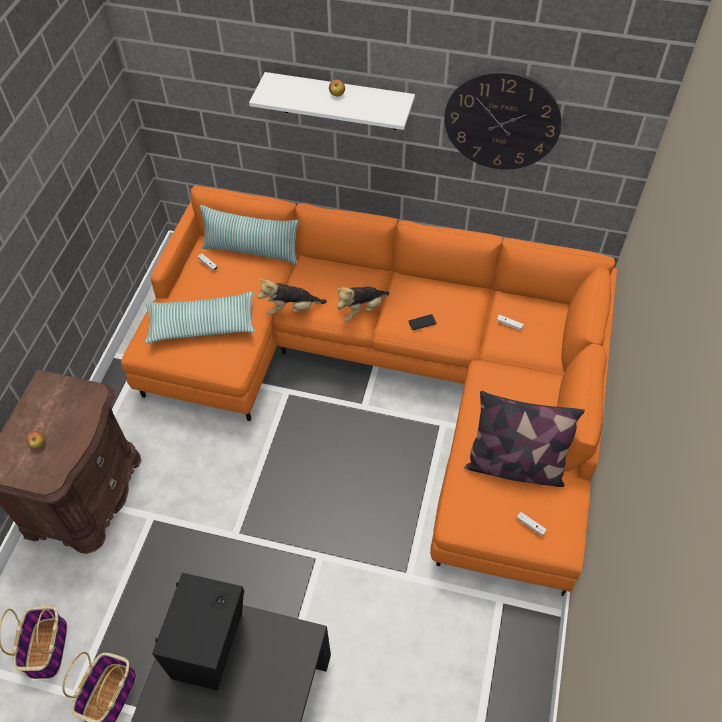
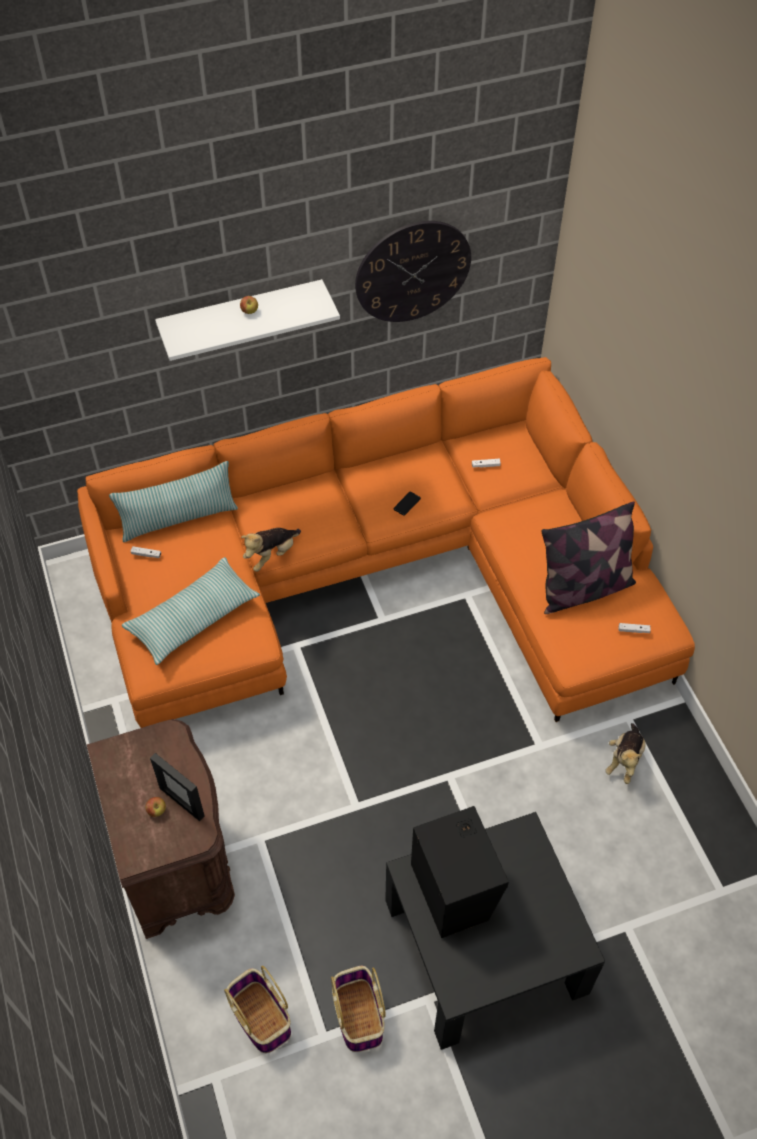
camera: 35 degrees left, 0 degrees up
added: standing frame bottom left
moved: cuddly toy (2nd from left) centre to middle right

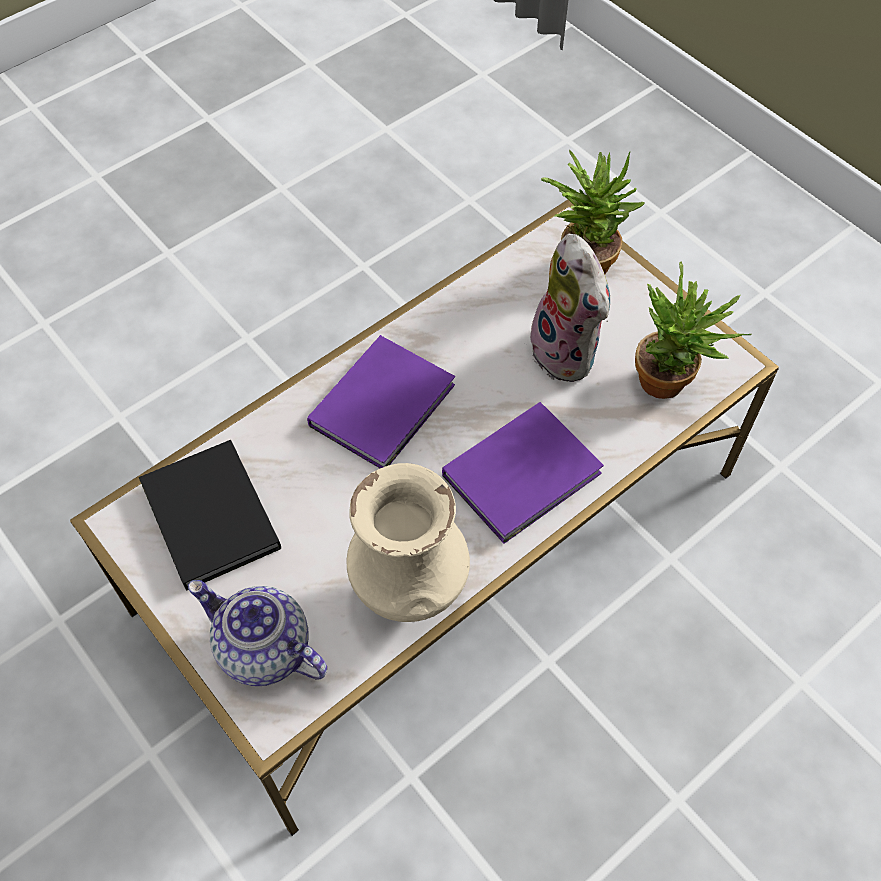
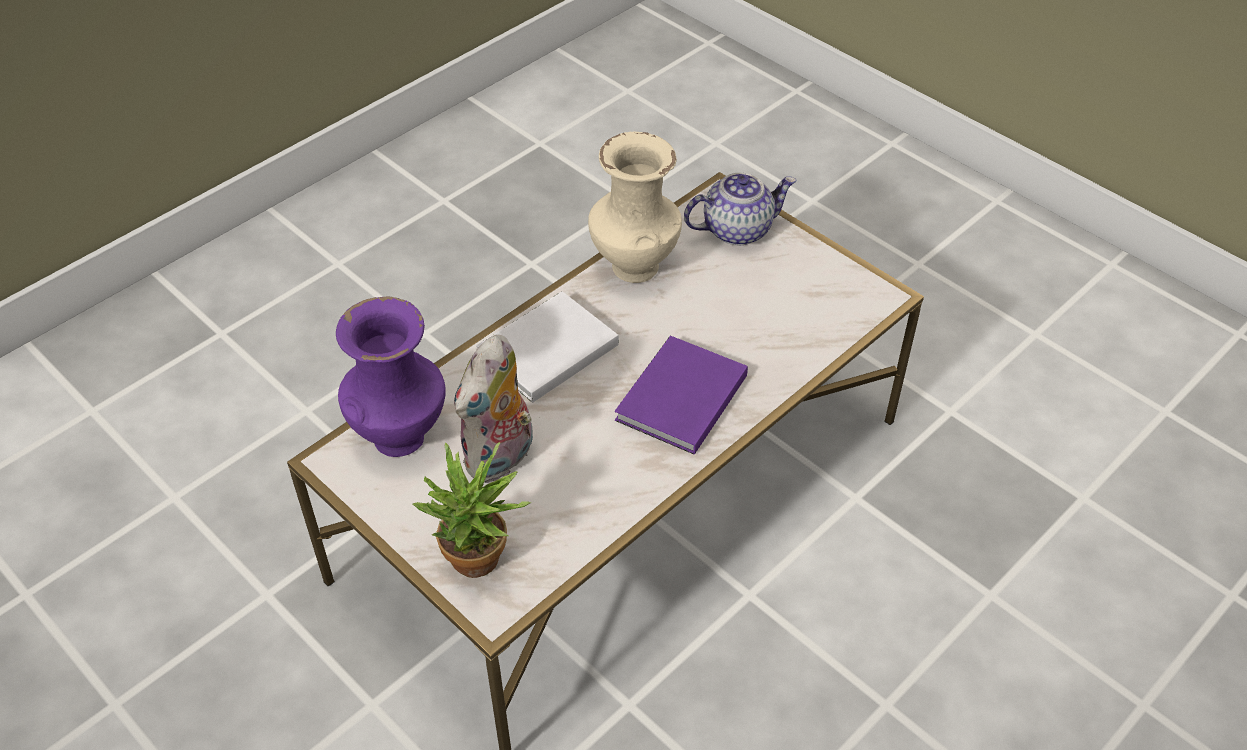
camera: 175 degrees right, 10 degrees down
removed: blackish volume middle left
replaced: plant in a pot (2nd from left) middle right to purple-coloured vase middle left
recoloured: purple-coloured volume (2nd from left) centre to white-coloured volume centre
turned: pot for tea bottom left = top centre 45 degrees counterclockwise; cuddly toy centre = centre 120 degrees counterclockwise

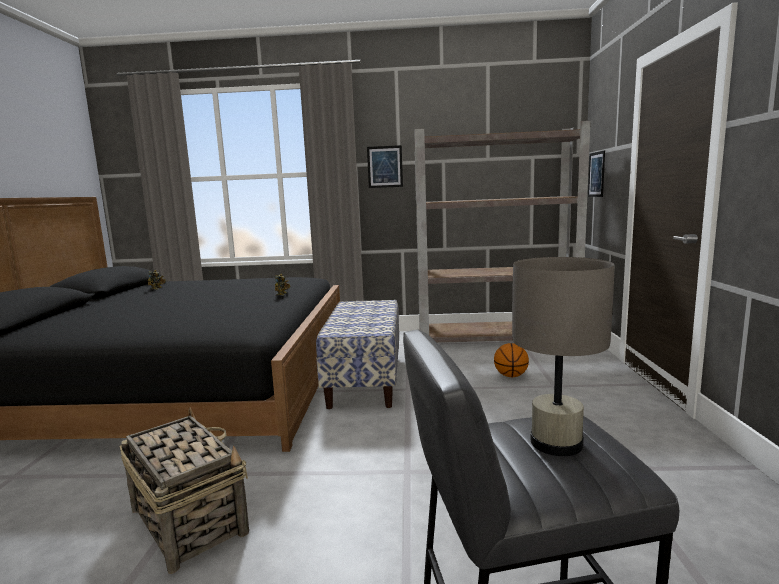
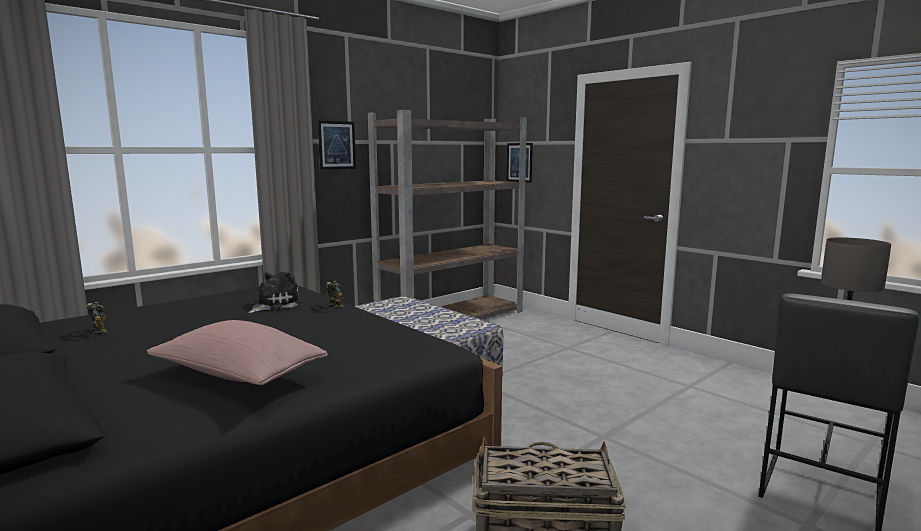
camera: 45 degrees left, 0 degrees up
removed: basketball centre
added: pinkish cushion middle left; cuddly toy middle left

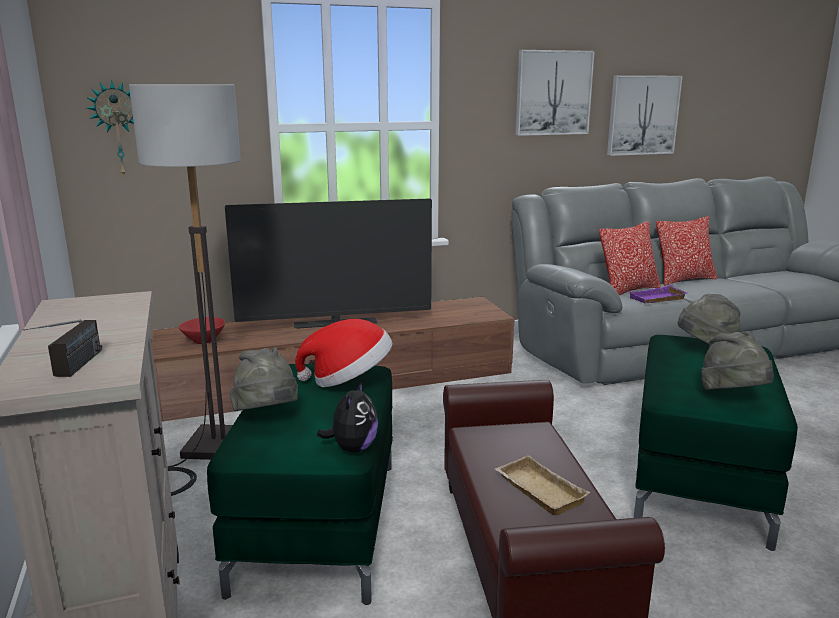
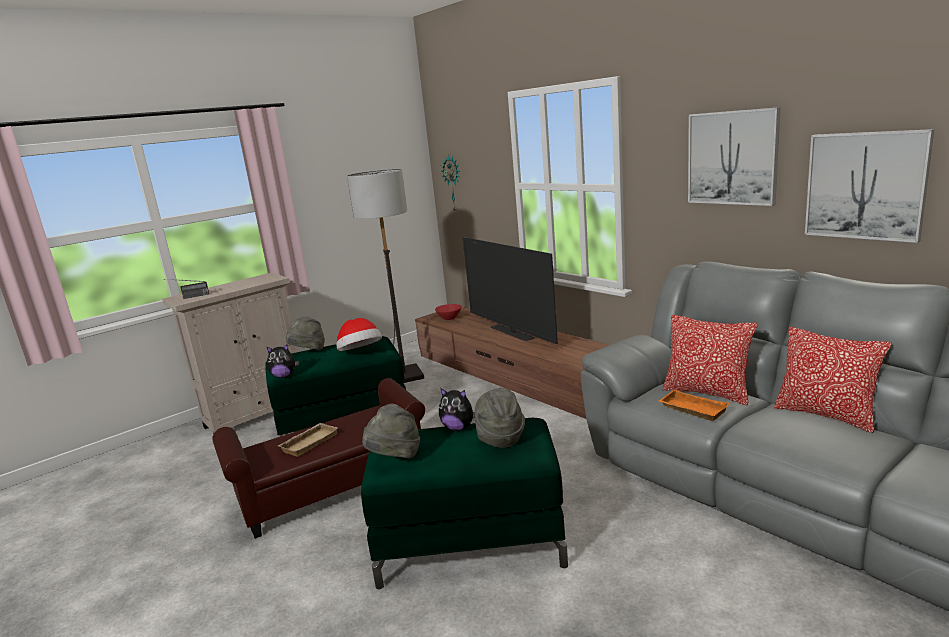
camera: 70 degrees right, 0 degrees up
added: cuddly toy (2nd from left) centre
recoloured: purple-coloured serving tray middle right to orange-coloured serving tray middle right

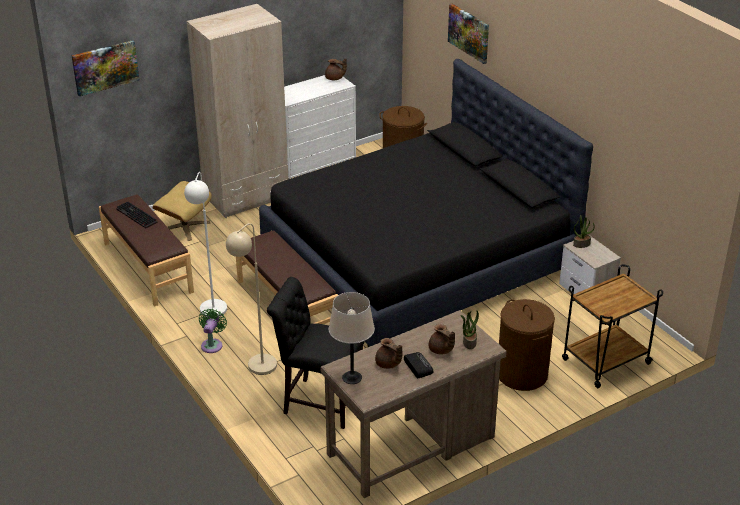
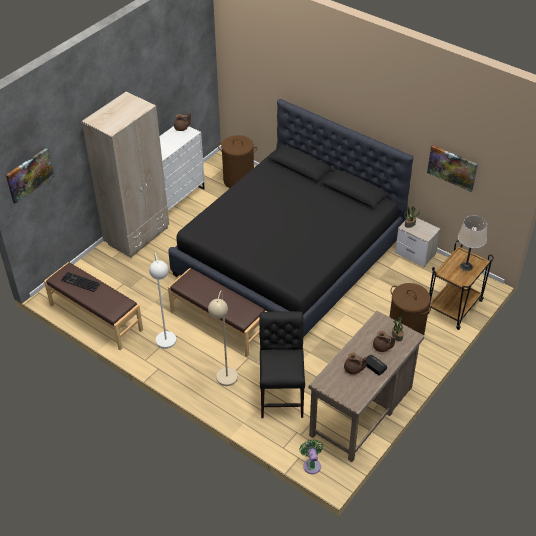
camera: 20 degrees left, 10 degrees up
removed: beige-coloured ottoman middle left
moved: greenish cooling fan middle left to bottom centre; beige-coloured table lamp bottom centre to middle right; wall art (2nd from left) top centre to top right
turned: blackish chair bottom centre = bottom centre 90 degrees clockwise

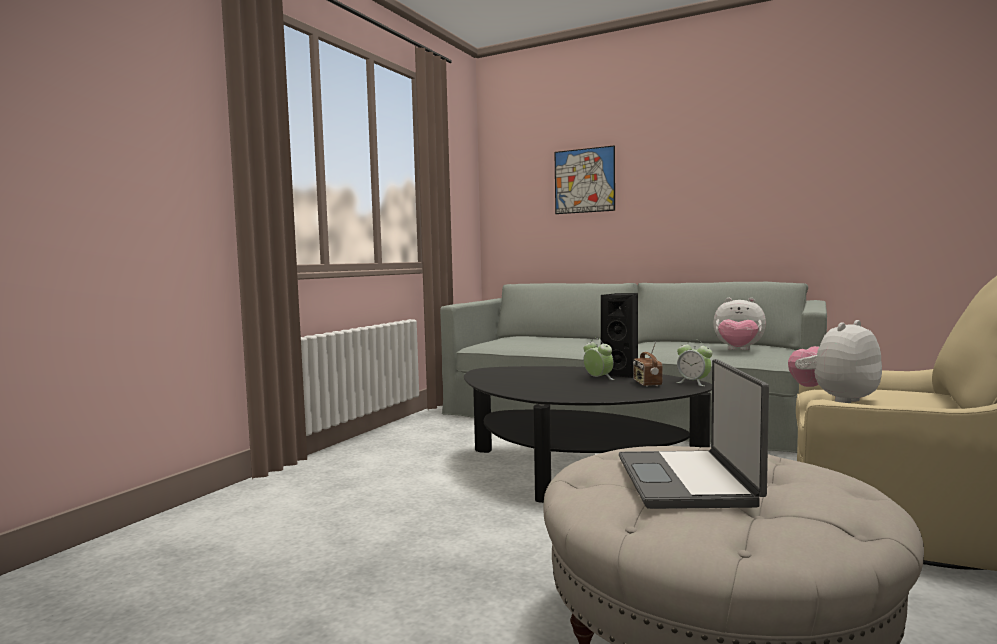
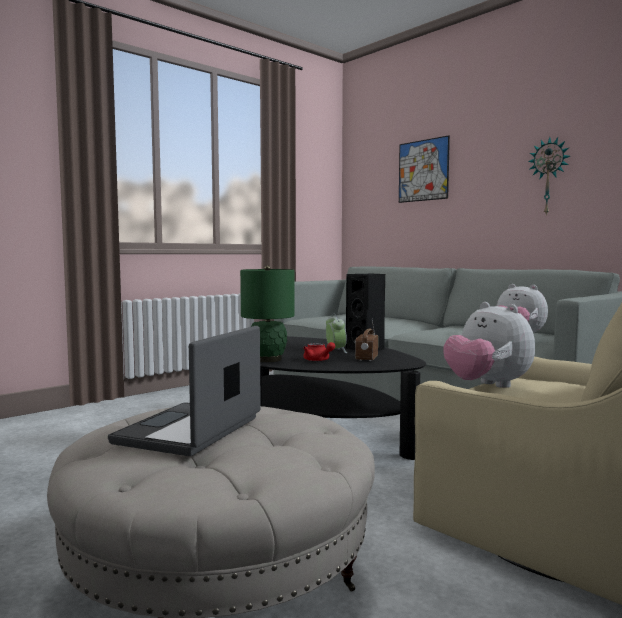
camera: 20 degrees right, 0 degrees up
removed: bedside clock (2nd from left) middle right
added: greenish table lamp centre; red-coloured pot for tea centre; wall clock top right
turned: cuddly toy (2nd from left in the first image) middle right = middle right 105 degrees counterclockwise

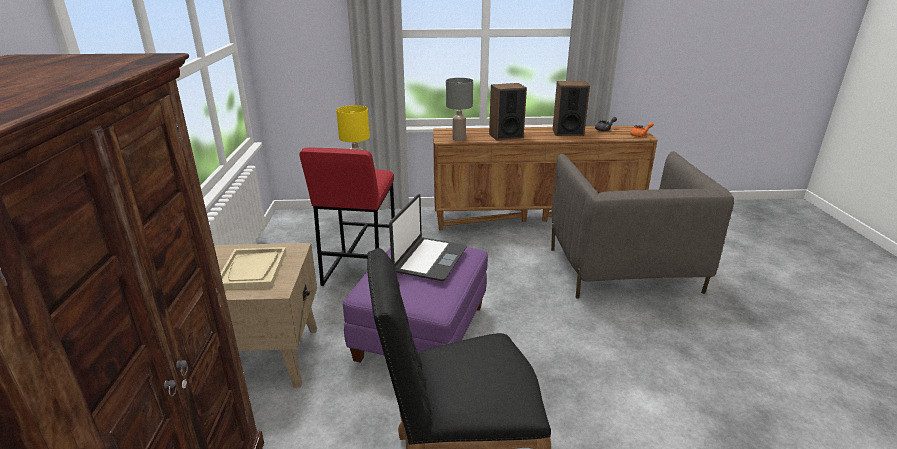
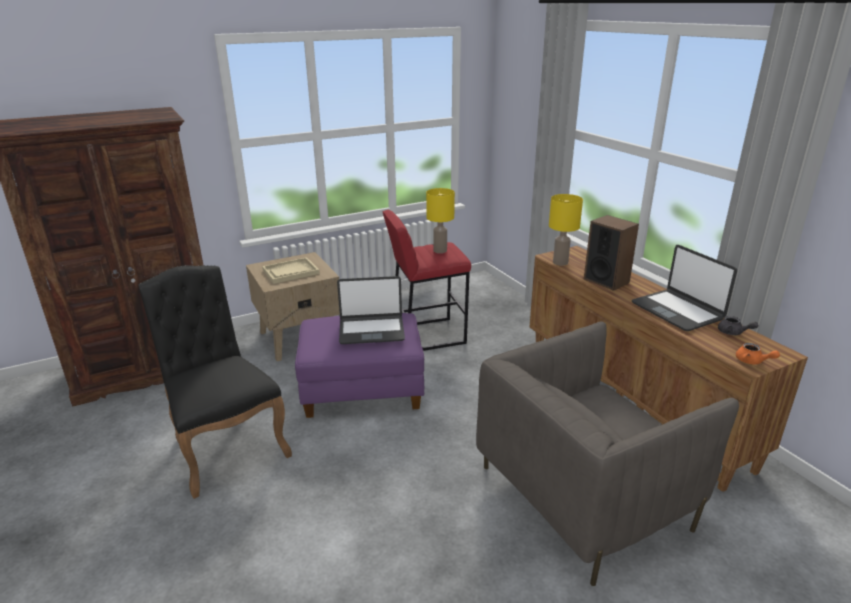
camera: 65 degrees right, 0 degrees up
replaced: speaker (2nd from left) top centre to laptop (2nd from left) middle right
recoloured: greyish table lamp top centre to yellow-coloured table lamp (2nd from left) centre

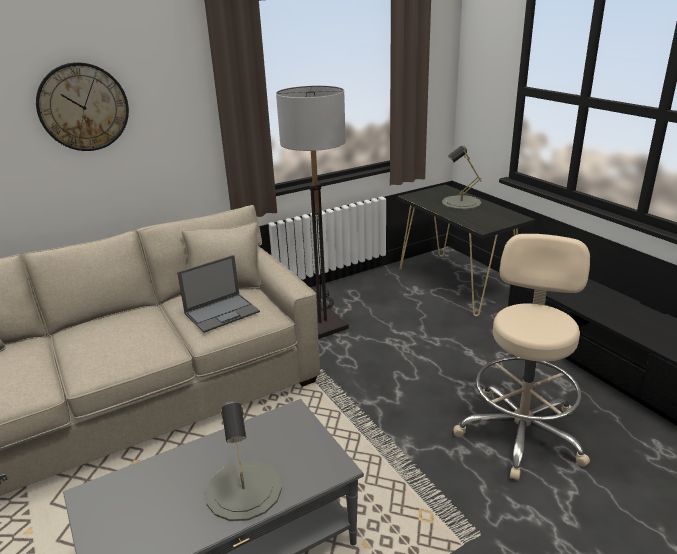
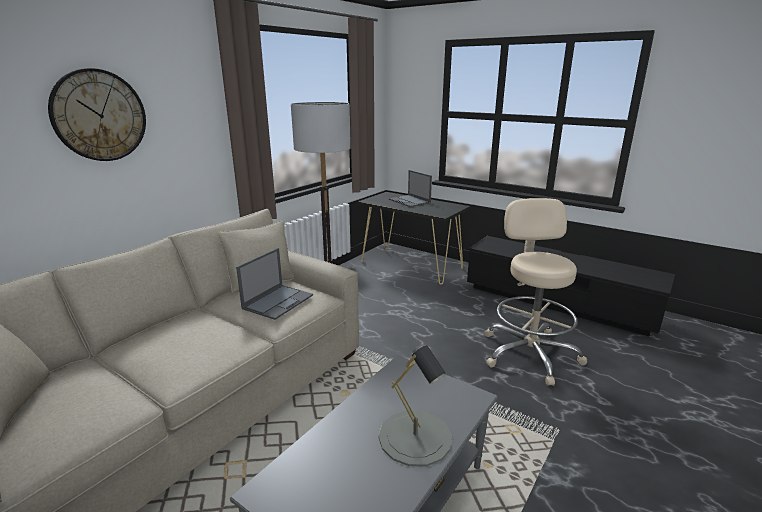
camera: 25 degrees left, 5 degrees down
replaced: greyish table lamp (2nd from left) top right to laptop (2nd from left) centre

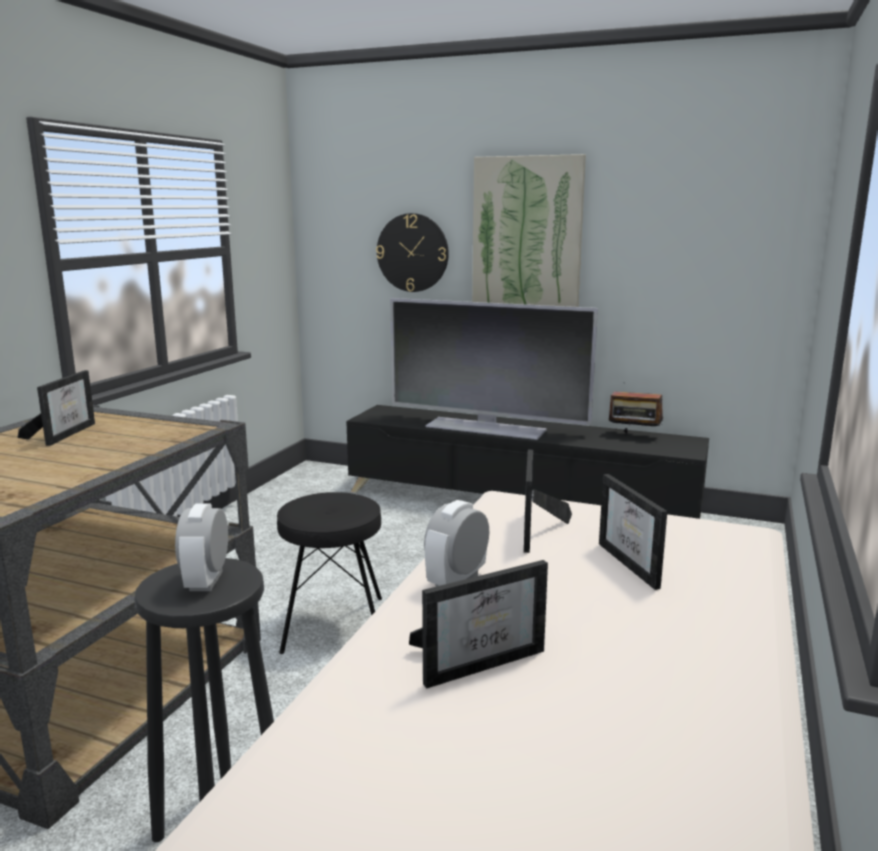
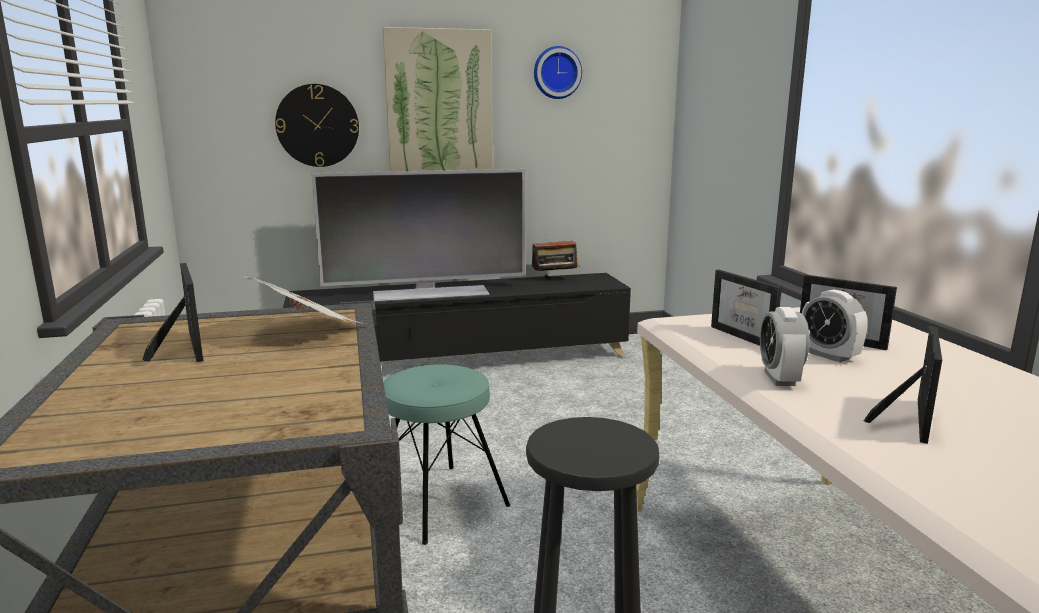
camera: 35 degrees left, 0 degrees up
added: printed paper middle left; wall clock (2nd from left) top centre
moved: bedside clock (1st from left in the first image) middle left to bedside clock (2nd from left) middle right
recoloured: blackish sitting stool (2nd from left) bottom centre to turquoise sitting stool bottom centre

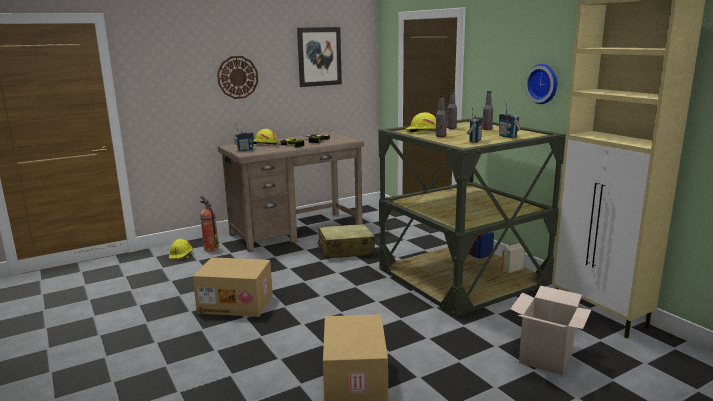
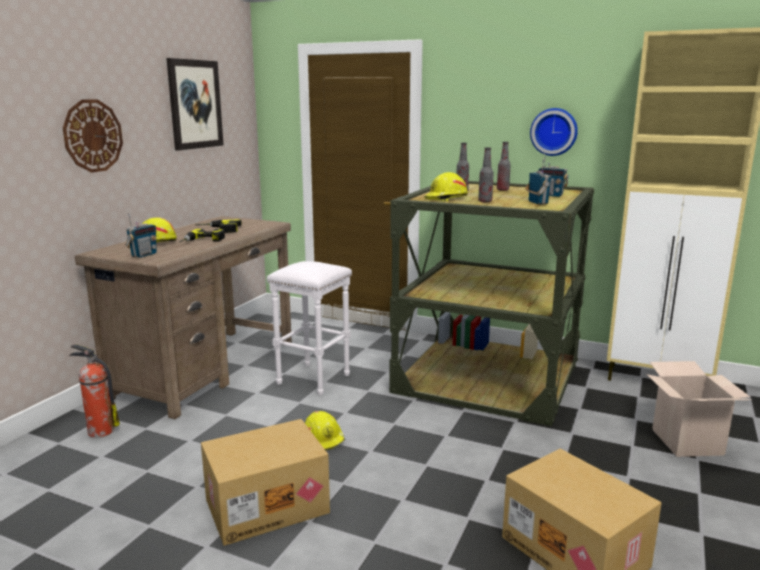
camera: 35 degrees left, 0 degrees up
moved: yellow-coloured safety helmet (1st from left in the first image) middle left to yellow-coloured safety helmet (2nd from left) bottom centre
replaced: beige-coloured travel case centre to white-coloured sitting stool centre

